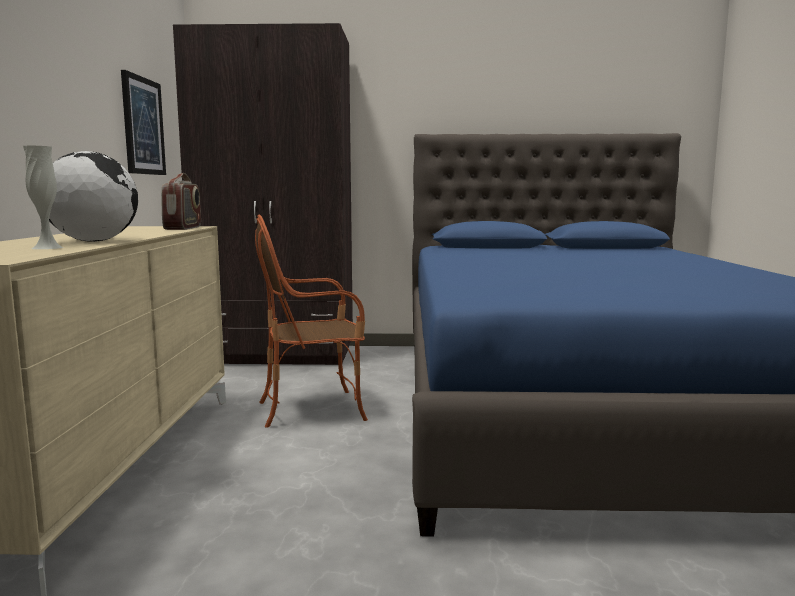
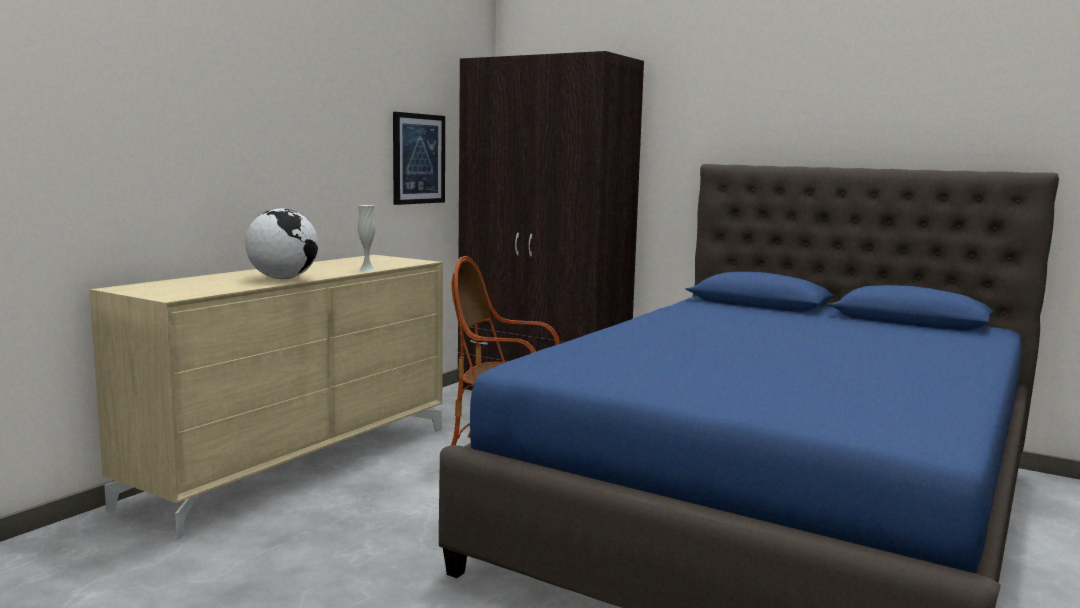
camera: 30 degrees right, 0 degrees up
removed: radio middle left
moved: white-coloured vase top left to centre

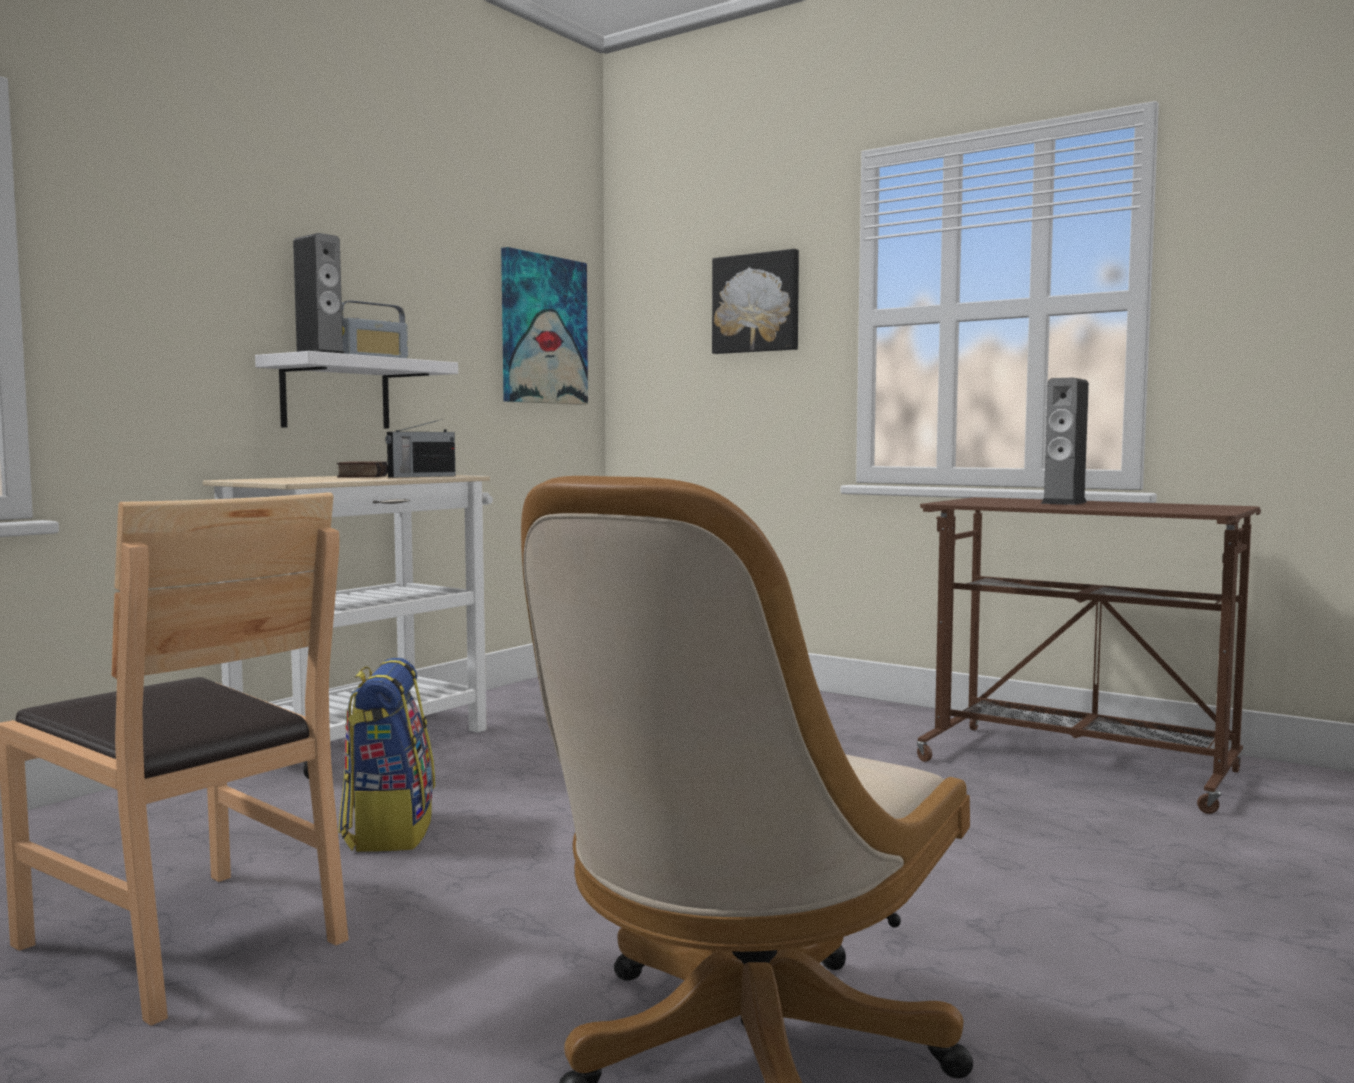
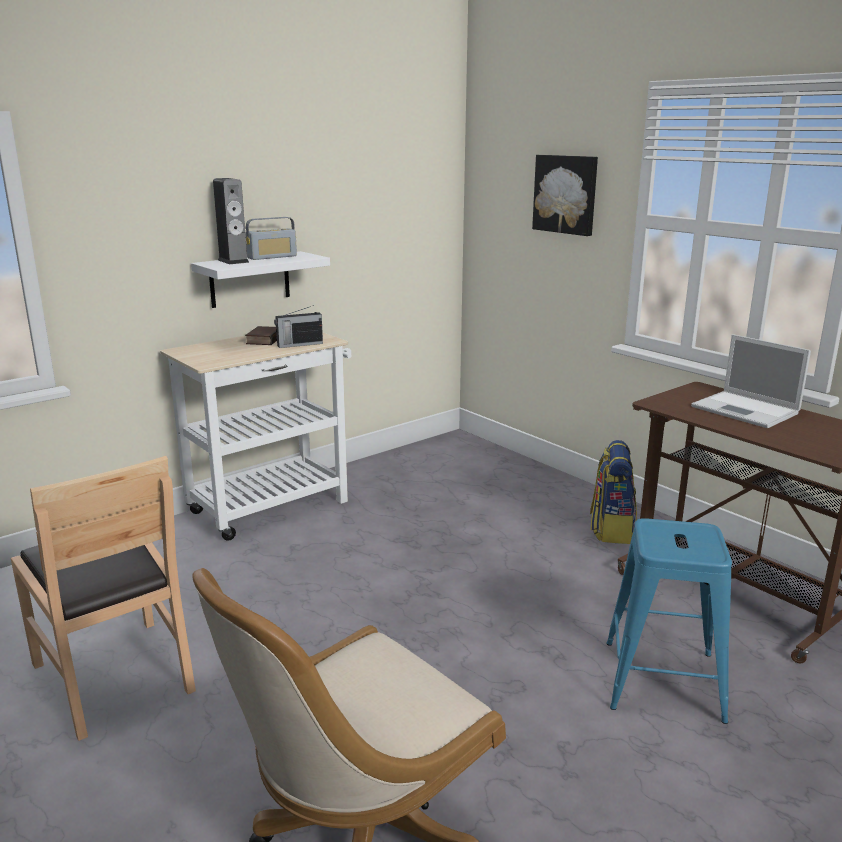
camera: 15 degrees right, 15 degrees up
removed: wall art (1st from left) top centre
added: blue sitting stool bottom right
moved: knapsack bottom left to middle right
replaced: speaker (2nd from left) middle right to laptop middle right

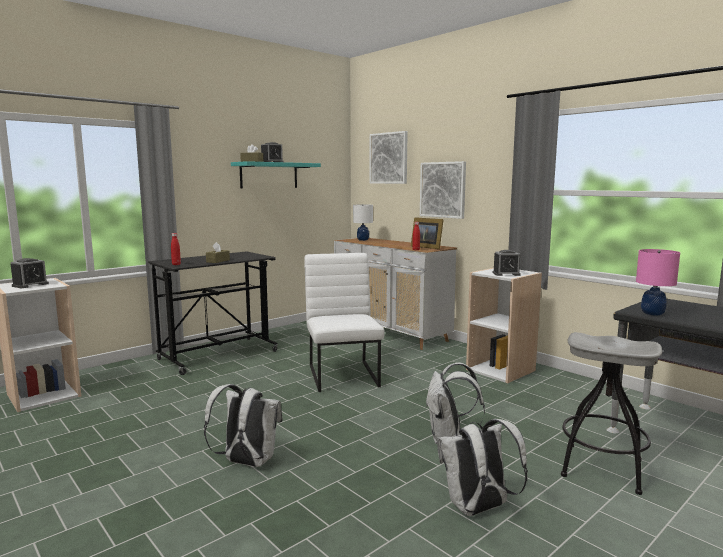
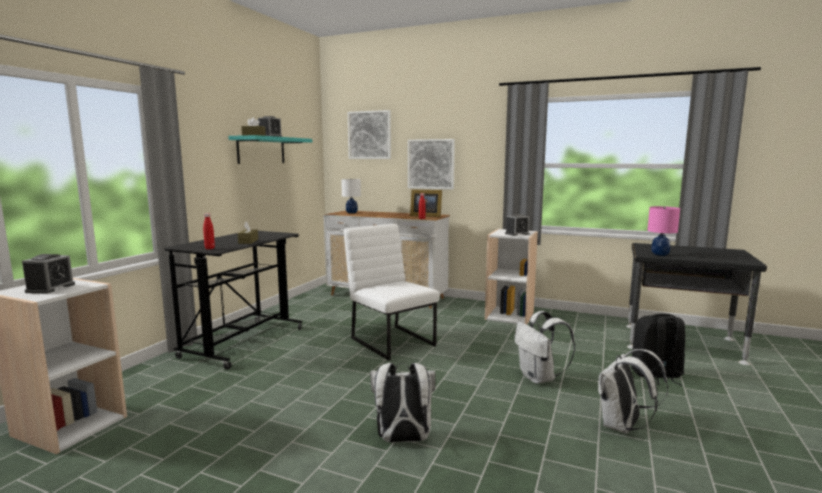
camera: 25 degrees left, 0 degrees up
replaced: greyish sitting stool bottom right to blackish knapsack bottom right

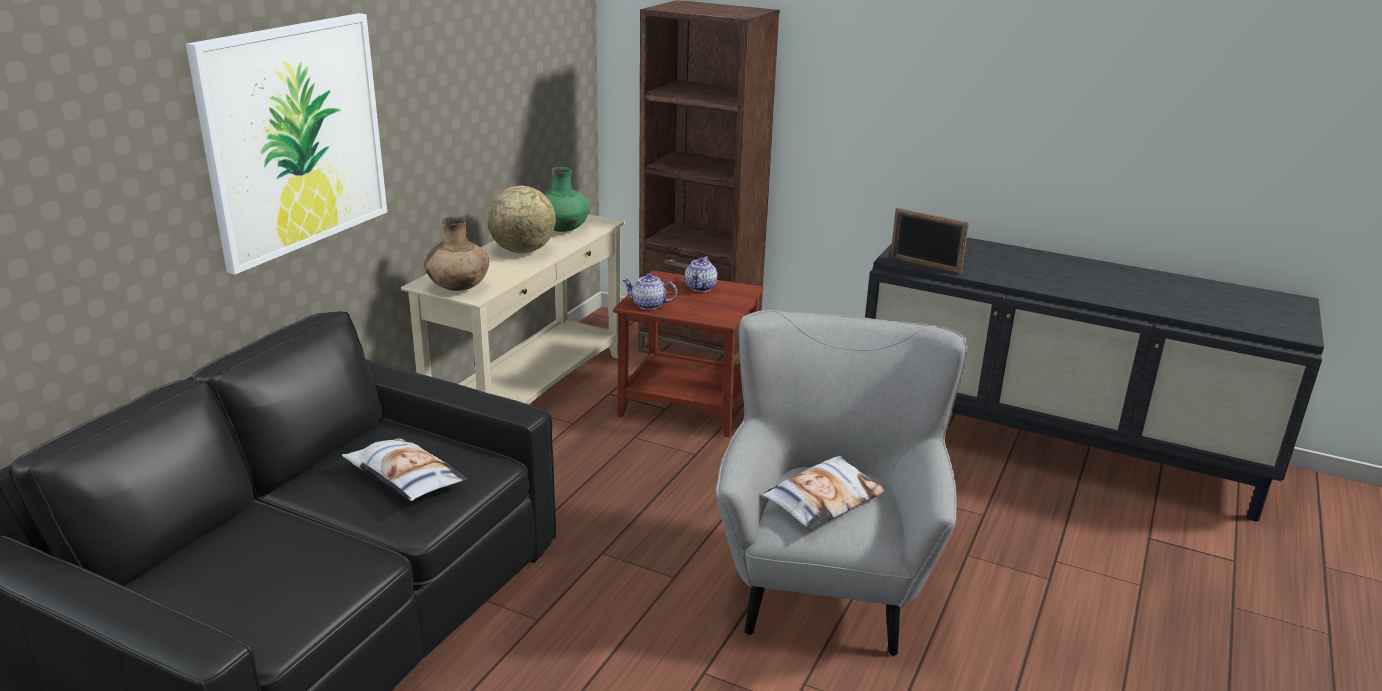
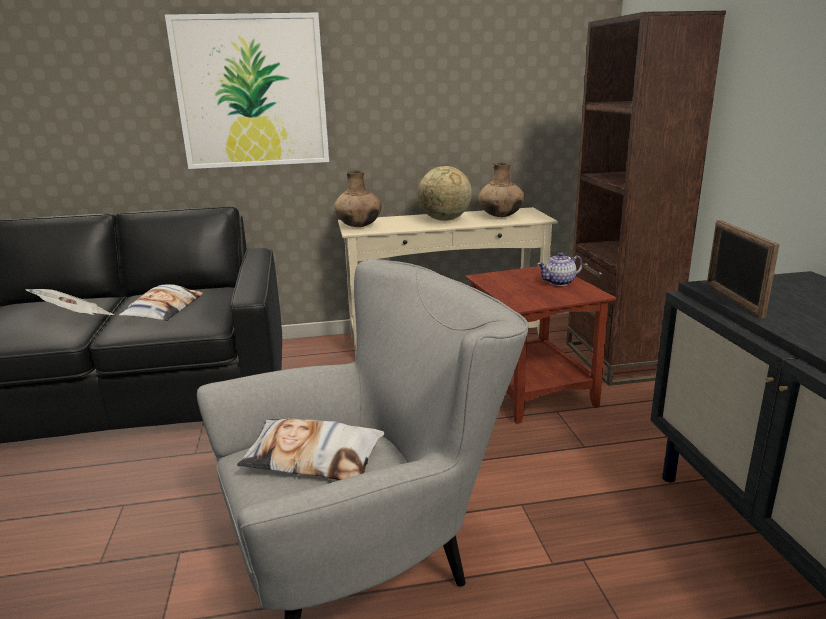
camera: 55 degrees right, 5 degrees down
removed: pot for tea (1st from left) centre
added: printed paper middle left
recoloured: greenish vase top centre to brown-coloured vase (2nd from left) top centre

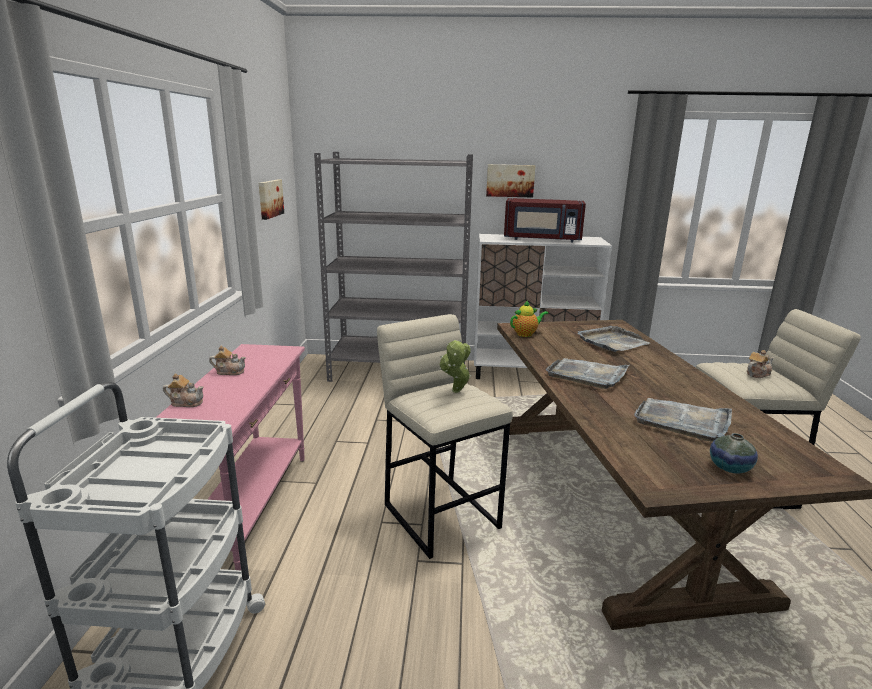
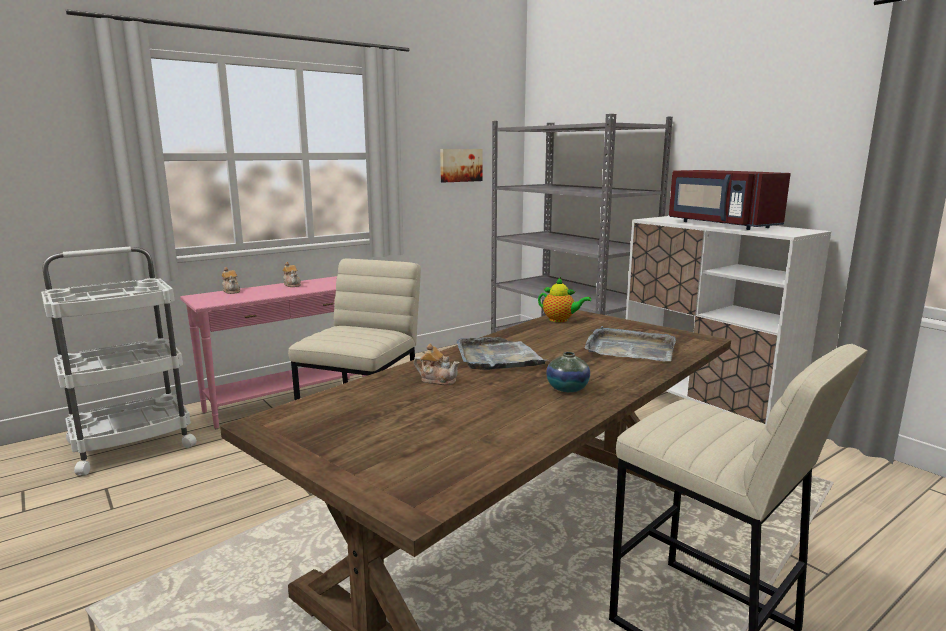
camera: 50 degrees right, 5 degrees down
removed: plant in a pot centre; wall art (2nd from left) top centre; greyish serving tray (3rd from left) middle right
moved: vase middle right to centre; pot for tea (4th from left in the first image) middle right to pot for tea (3rd from left) centre

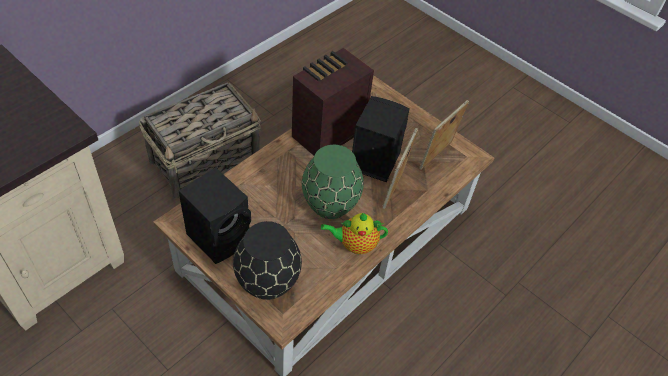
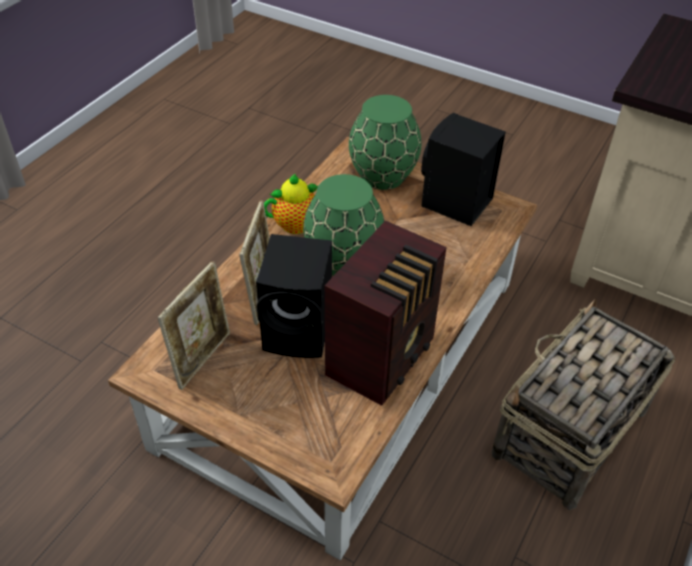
camera: 170 degrees right, 5 degrees down
recoloured: blackish vase bottom centre to greenish vase (2nd from left) top centre

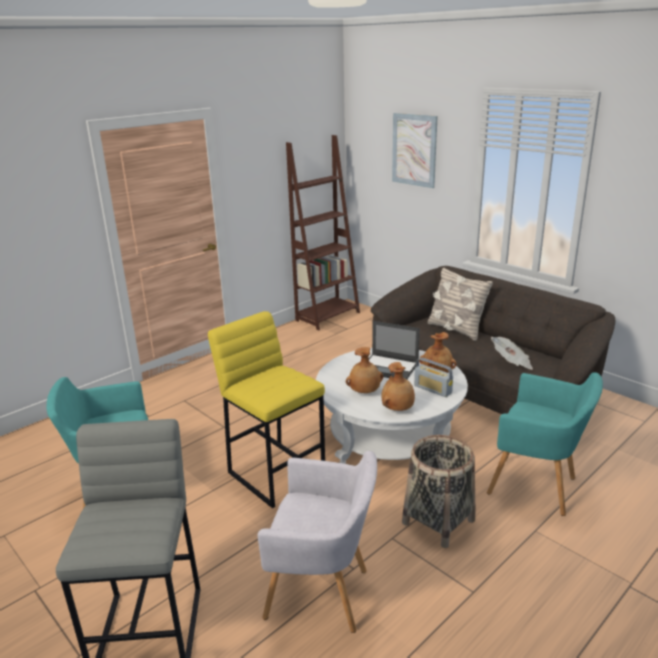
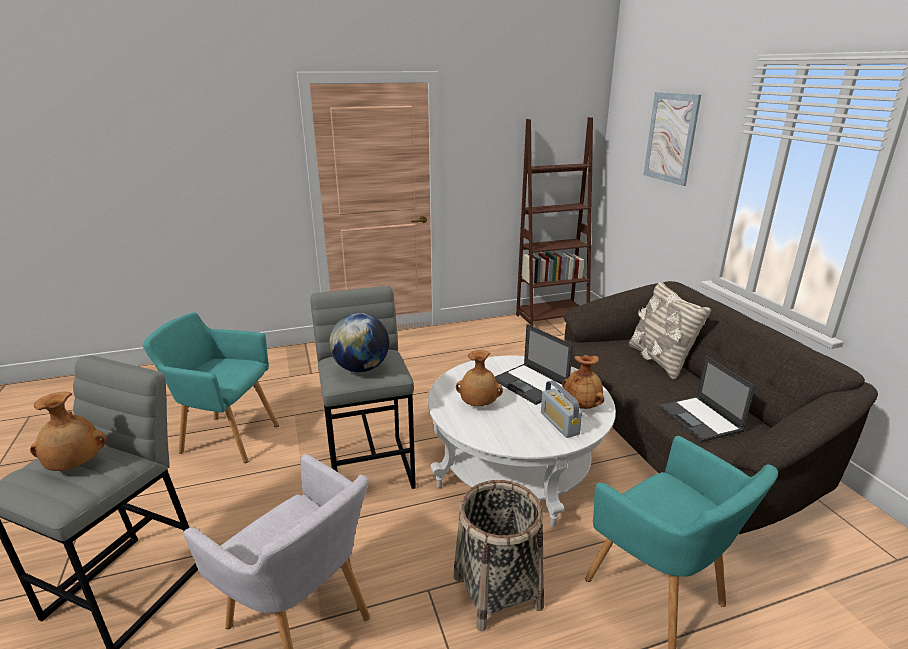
camera: 25 degrees right, 0 degrees up
added: desk globe centre
moved: brown-coloured vase (2nd from left in the first image) centre to brown-coloured vase (1st from left) middle left
replaced: printed paper middle right to laptop (2nd from left) middle right
recoloured: yellow-coloured sitting stool centre to greyish sitting stool (2nd from left) centre

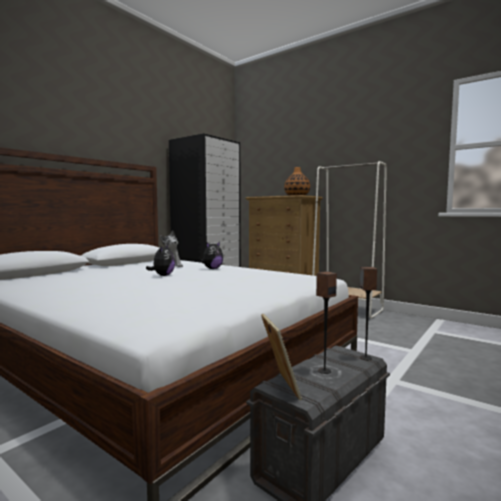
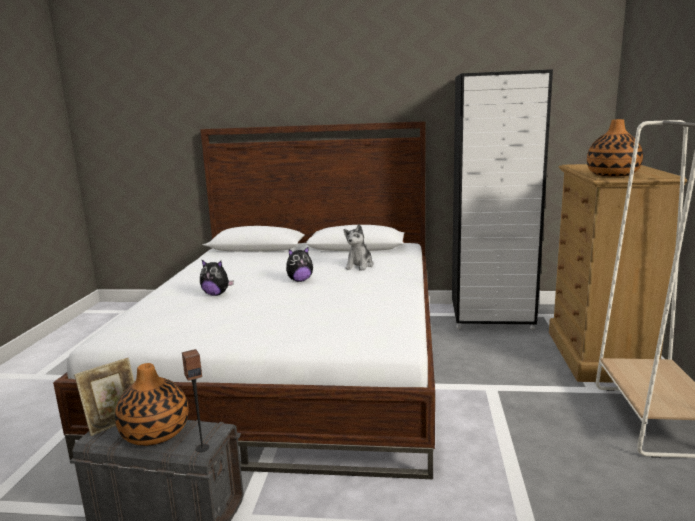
camera: 60 degrees right, 10 degrees up
moved: cuddly toy (3rd from left in the first image) centre to cuddly toy (1st from left) middle left
replaced: speaker (1st from left) centre to vase (1st from left) bottom left

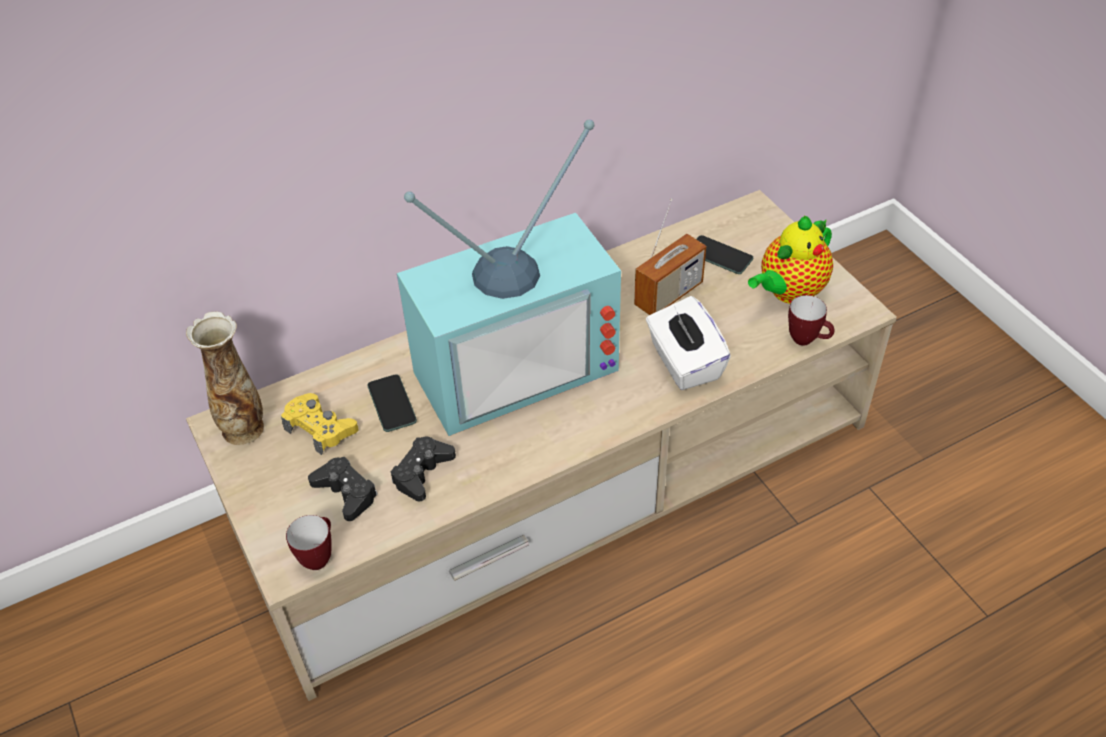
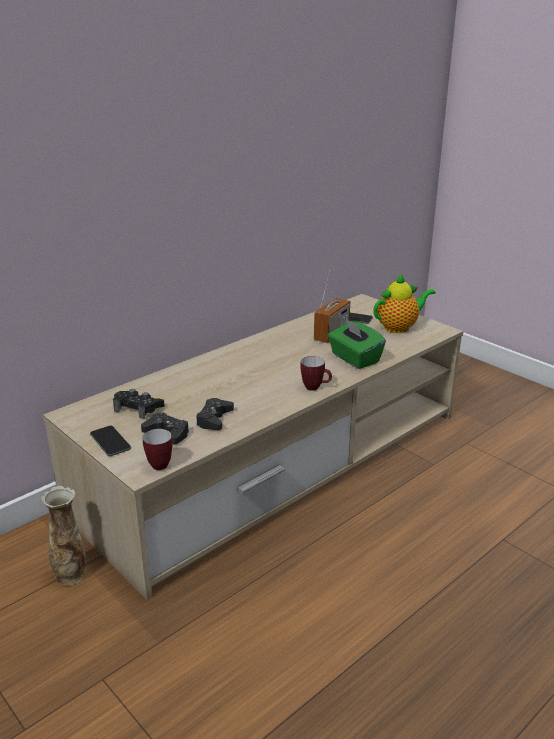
camera: 15 degrees left, 20 degrees down
removed: television centre
moved: vase middle left to bottom left; phone (1st from left) centre to middle left; coffee mug (2nd from left) middle right to centre
recoloured: yellow-coloured joypad middle left to blackish joypad (1st from left) middle left; white-coloured tissue holder centre to greenish tissue holder centre
turned: pot for tea middle right = middle right 150 degrees counterclockwise

